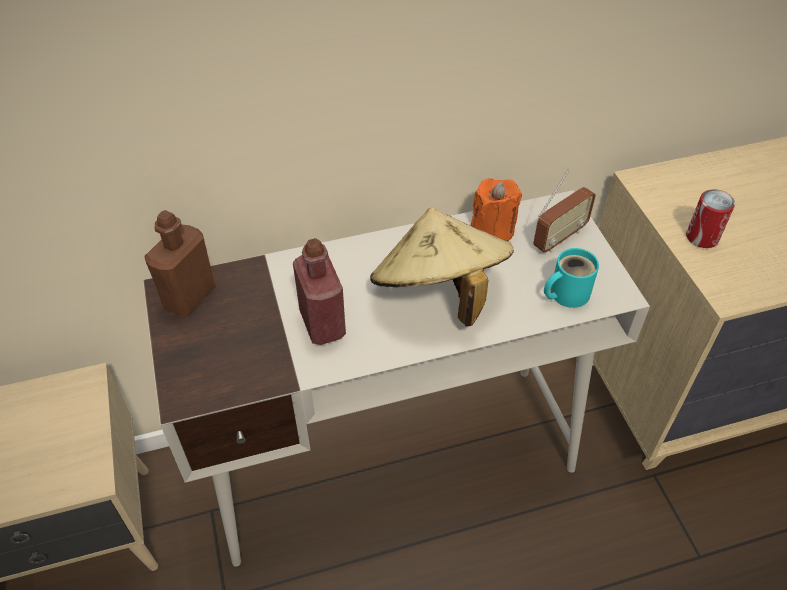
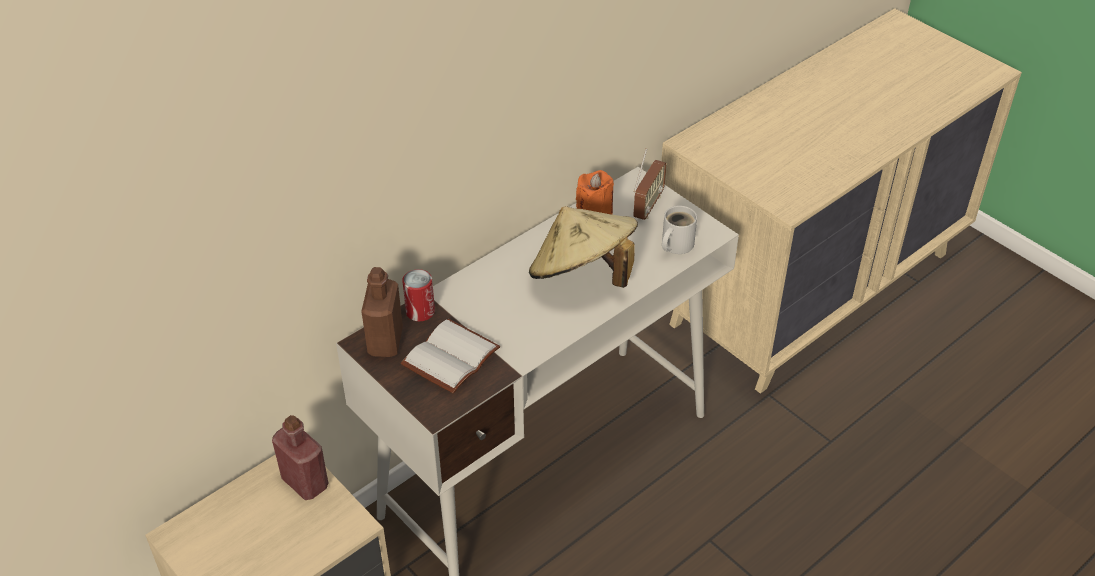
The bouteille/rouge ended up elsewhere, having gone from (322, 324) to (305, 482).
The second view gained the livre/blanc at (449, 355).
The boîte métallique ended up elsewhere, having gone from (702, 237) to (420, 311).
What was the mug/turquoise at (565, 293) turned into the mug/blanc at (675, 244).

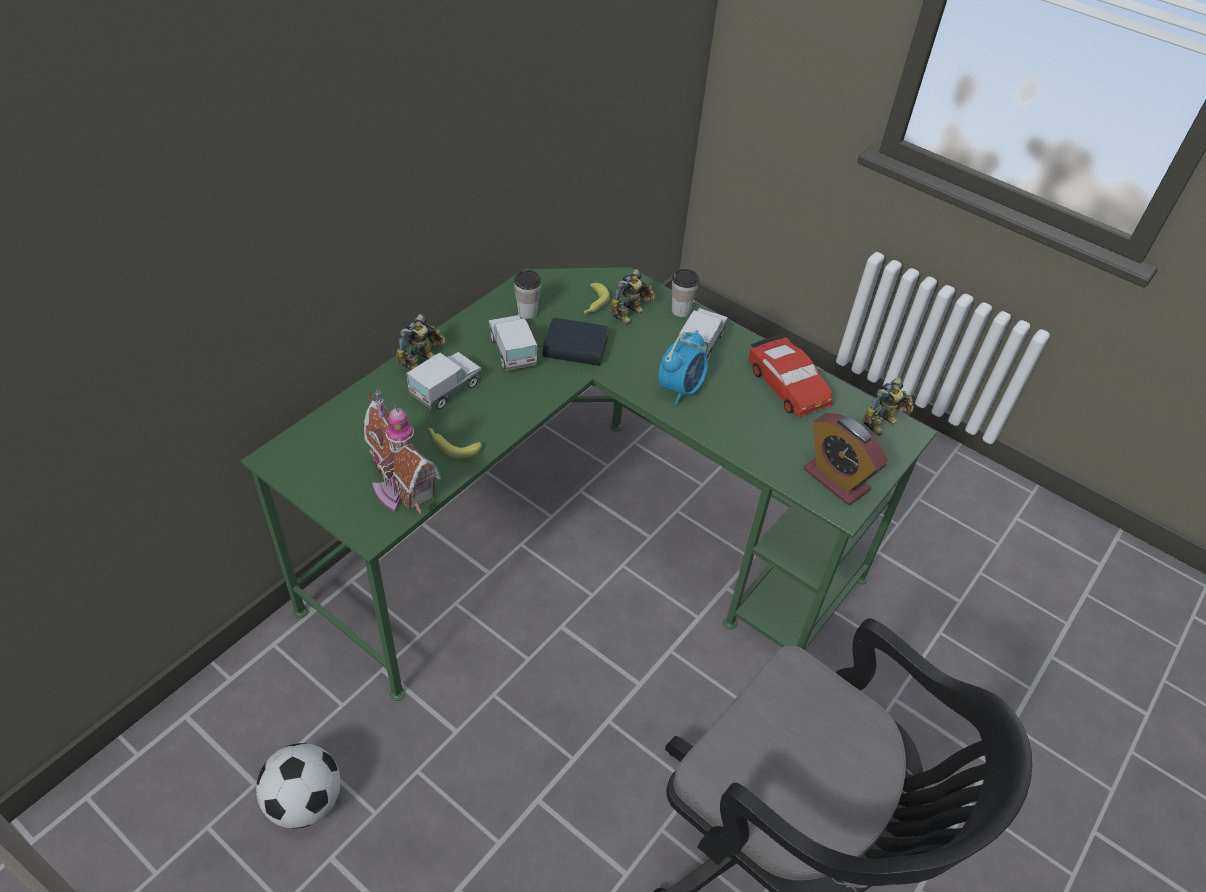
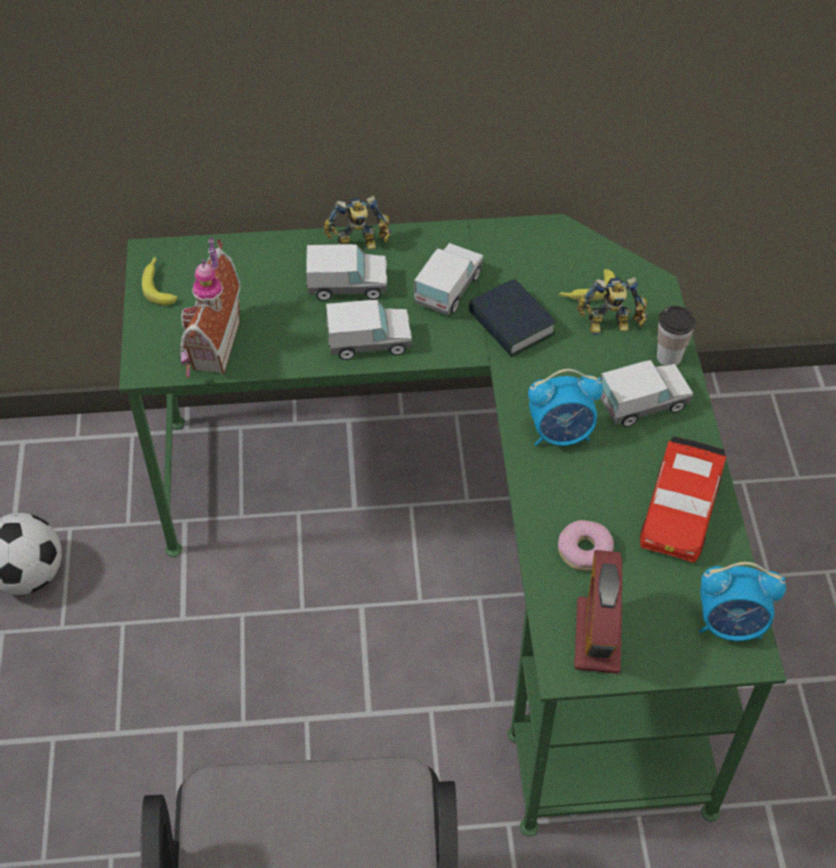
The banane ended up elsewhere, having gone from (452, 445) to (159, 284).
The second view gained the camion jouet at (369, 342).
The second view gained the beignet at (584, 550).
Where the robot jouet stood at (883, 424), the réveil came to stand at (731, 625).
The second view lost the tasse at (527, 313).

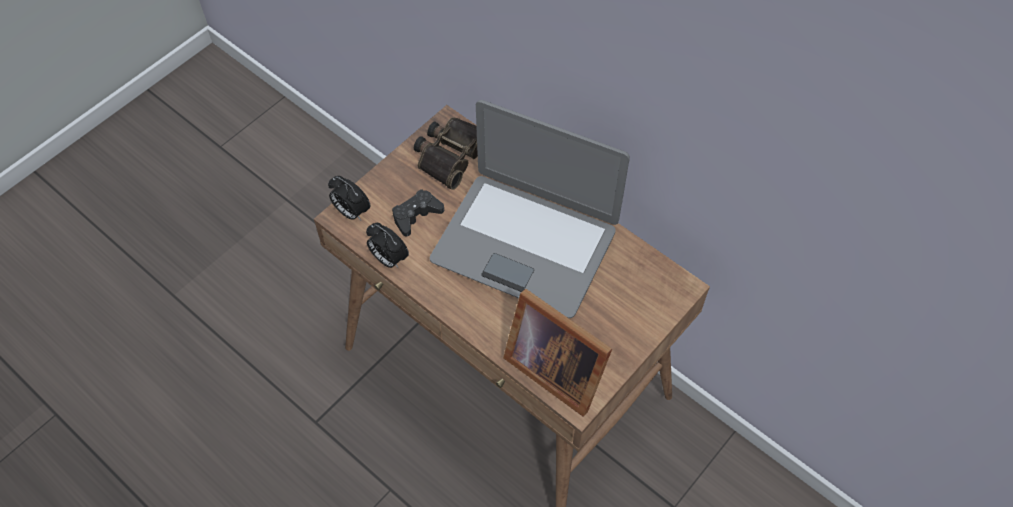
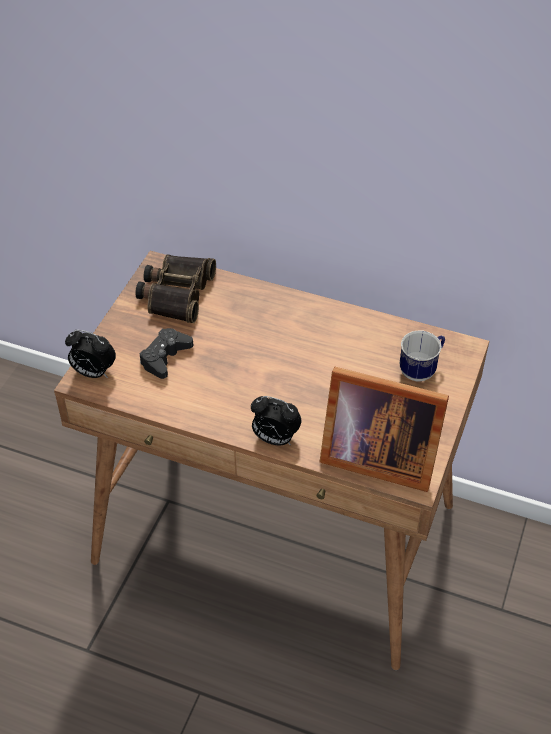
The réveil ended up elsewhere, having gone from (388, 259) to (274, 439).
The second view gained the mug at (421, 370).
The second view lost the ordinateur portable at (525, 243).

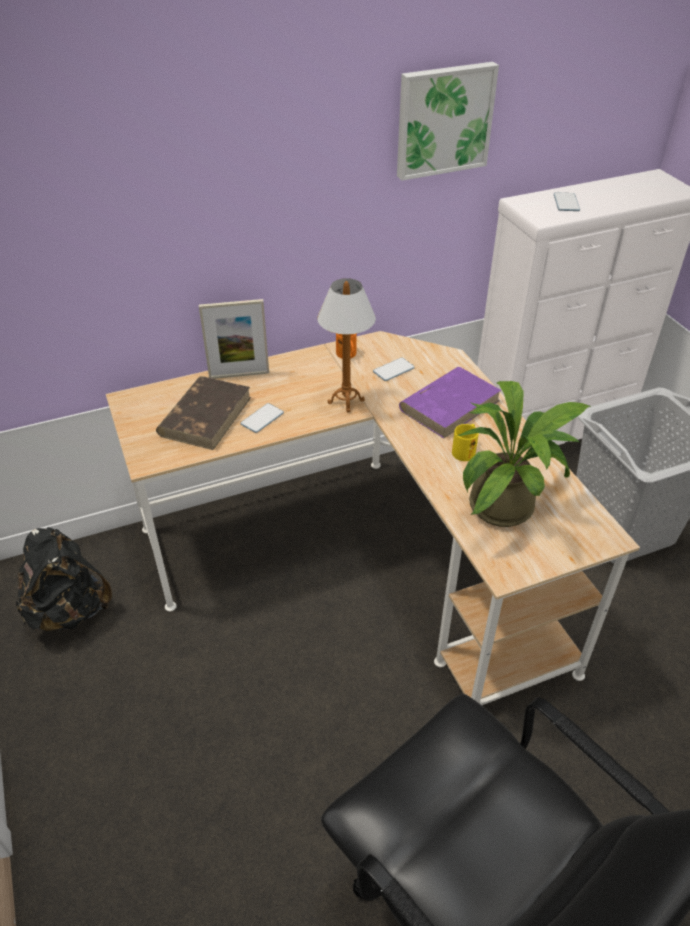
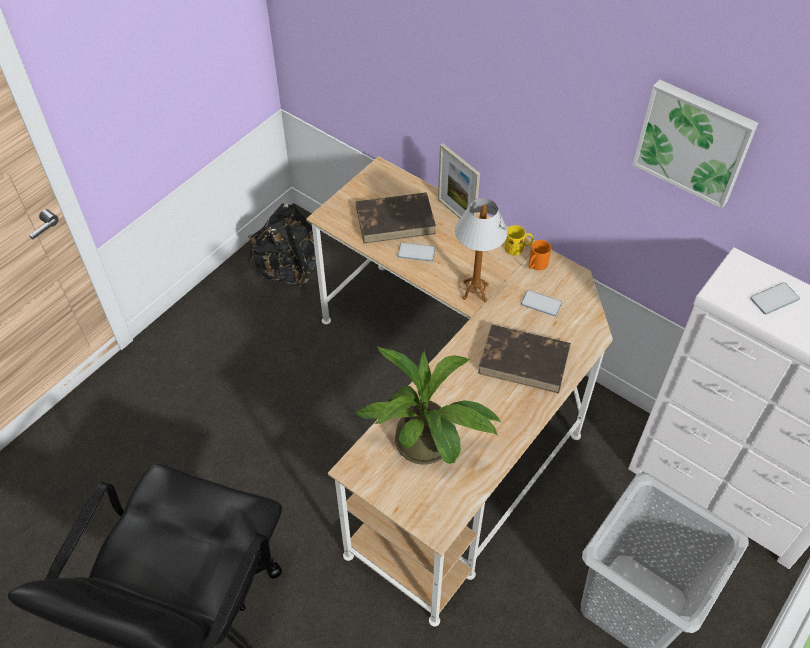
What was the livre/violet at (450, 405) turned into the livre/marron at (525, 361).
The mug/jaune ended up elsewhere, having gone from (465, 450) to (518, 248).

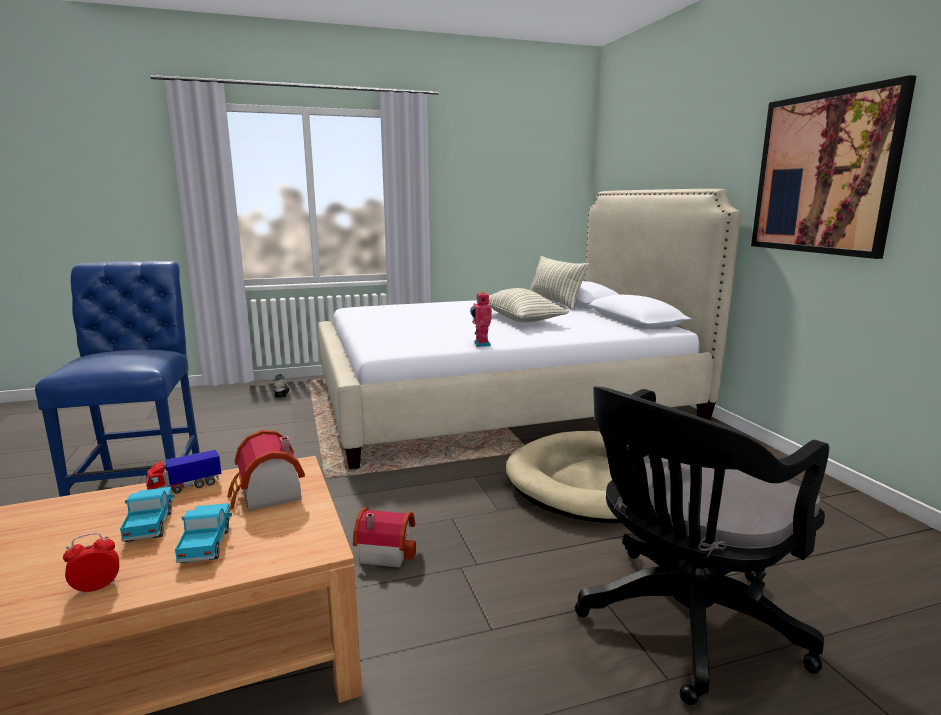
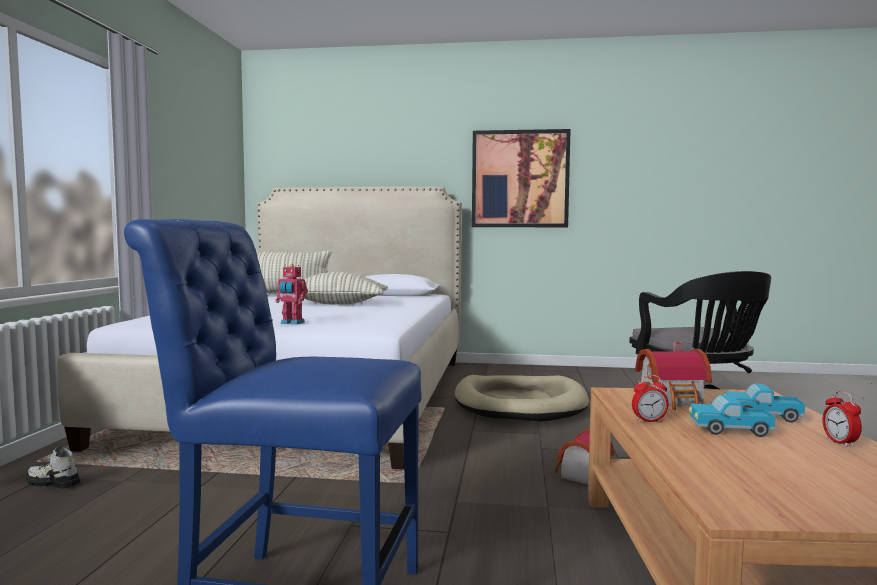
The robot jouet ended up elsewhere, having gone from (480, 344) to (291, 323).
Where the camion jouet stood at (185, 487), the réveil came to stand at (649, 421).

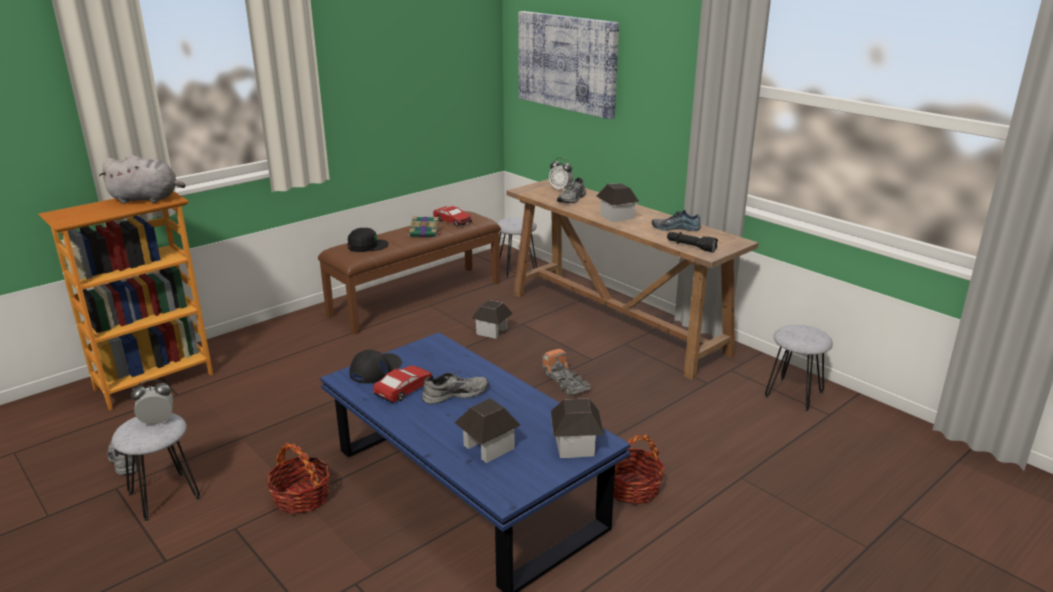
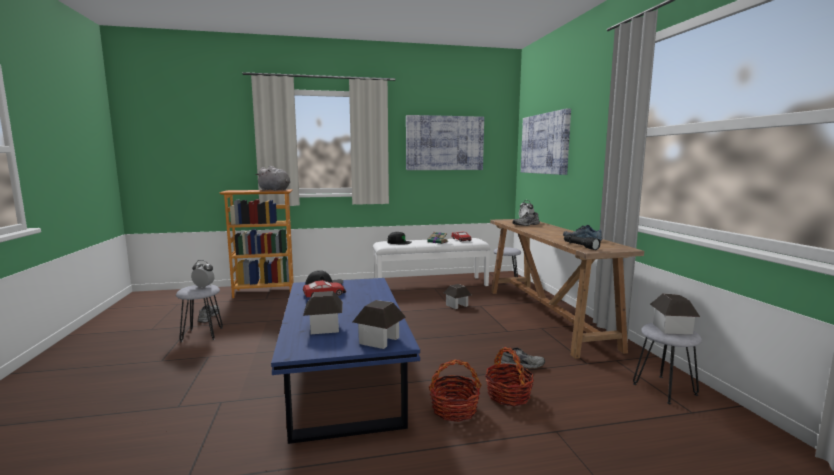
What was the banc/marron at (416, 298) turned into the banc/blanc at (430, 284).
The second view gained the tableau at (444, 143).
The panier ended up elsewhere, having gone from (301, 497) to (508, 395).
The chaussure/gris ended up elsewhere, having gone from (455, 394) to (520, 364).
The maison miniature ended up elsewhere, having gone from (616, 216) to (672, 328).
The second view lost the camion jouet at (565, 382).

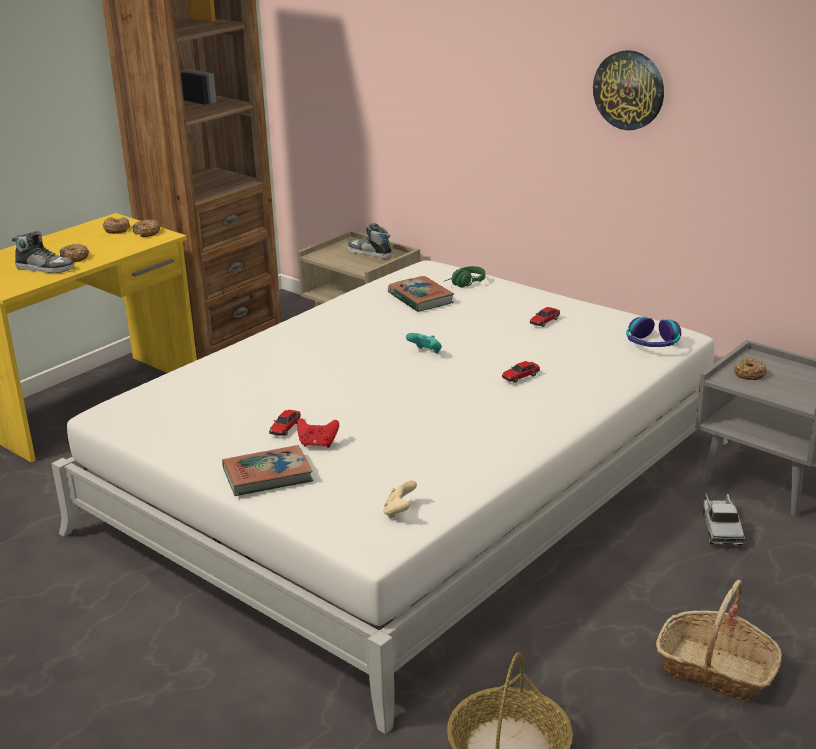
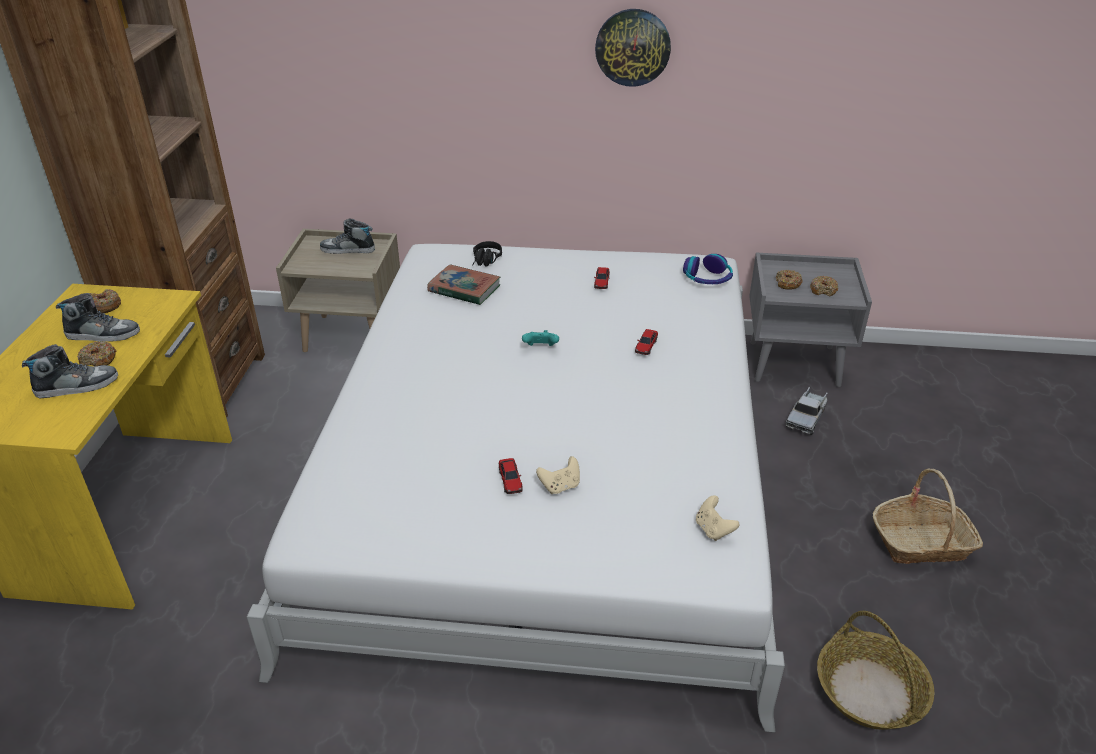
The second view gained the chaussure at (103, 334).
What was the casque audio/vert at (464, 284) turned into the casque audio/noir at (485, 262).
What was the manette/rouge at (318, 444) turned into the manette/beige at (560, 486).
The camion jouet at (721, 528) ended up facing another way, 60 degrees clockwise from before.
The beignet ended up elsewhere, having gone from (147, 233) to (823, 290).
The second view lost the livre at (267, 475).

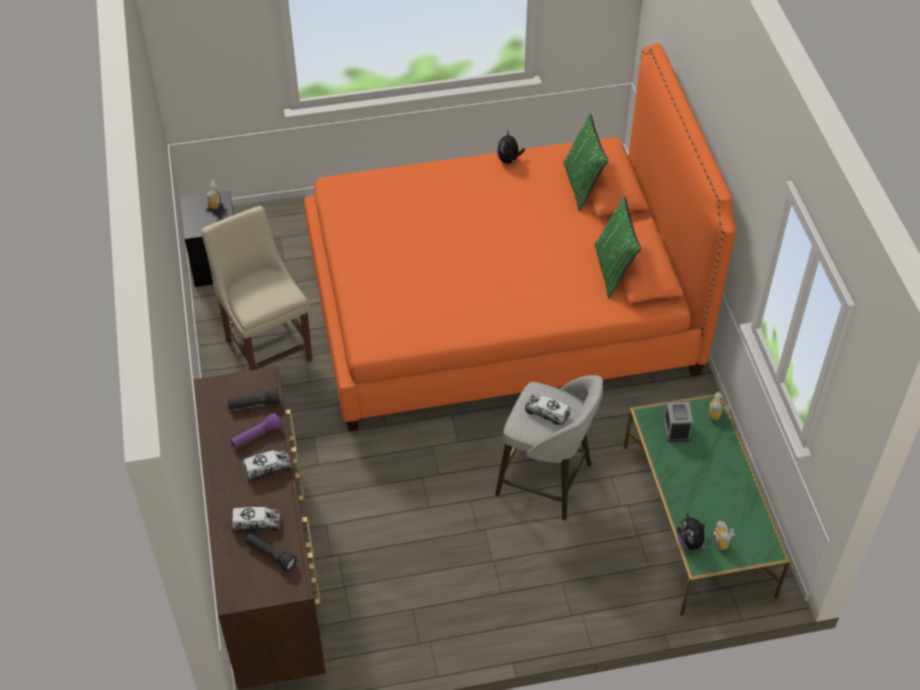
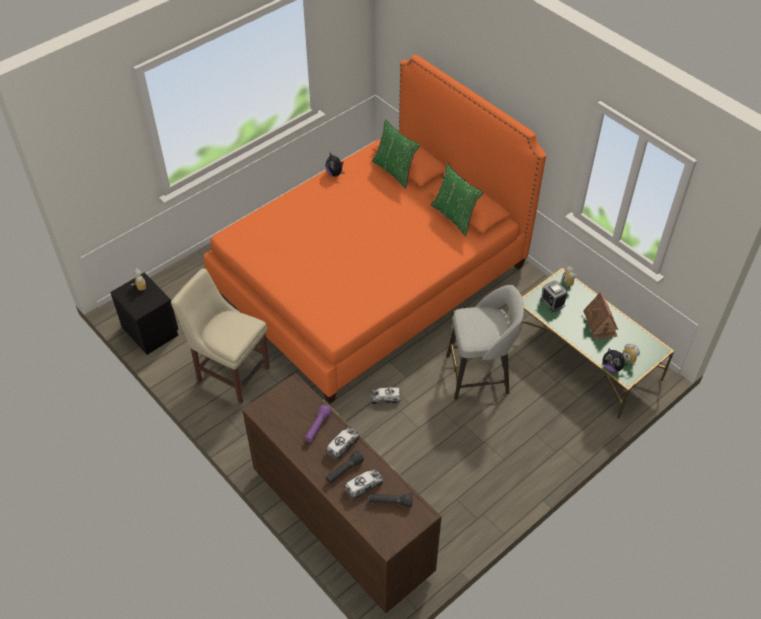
The lampe de poche/noir ended up elsewhere, having gone from (254, 405) to (344, 471).
The camion jouet ended up elsewhere, having gone from (547, 413) to (385, 398).
The second view gained the maison miniature at (600, 324).

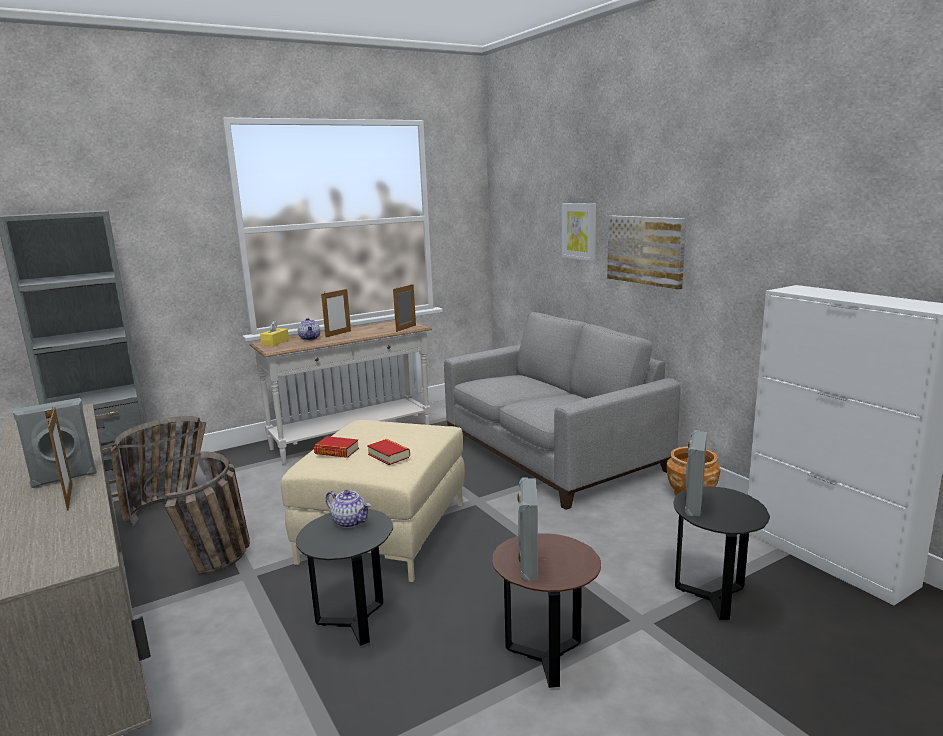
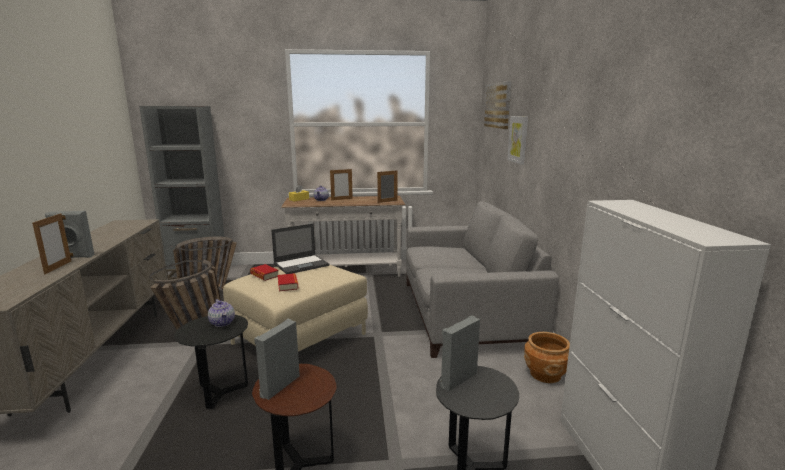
The second view gained the ordinateur portable at (302, 264).
The tableau ended up elsewhere, having gone from (646, 250) to (498, 105).

